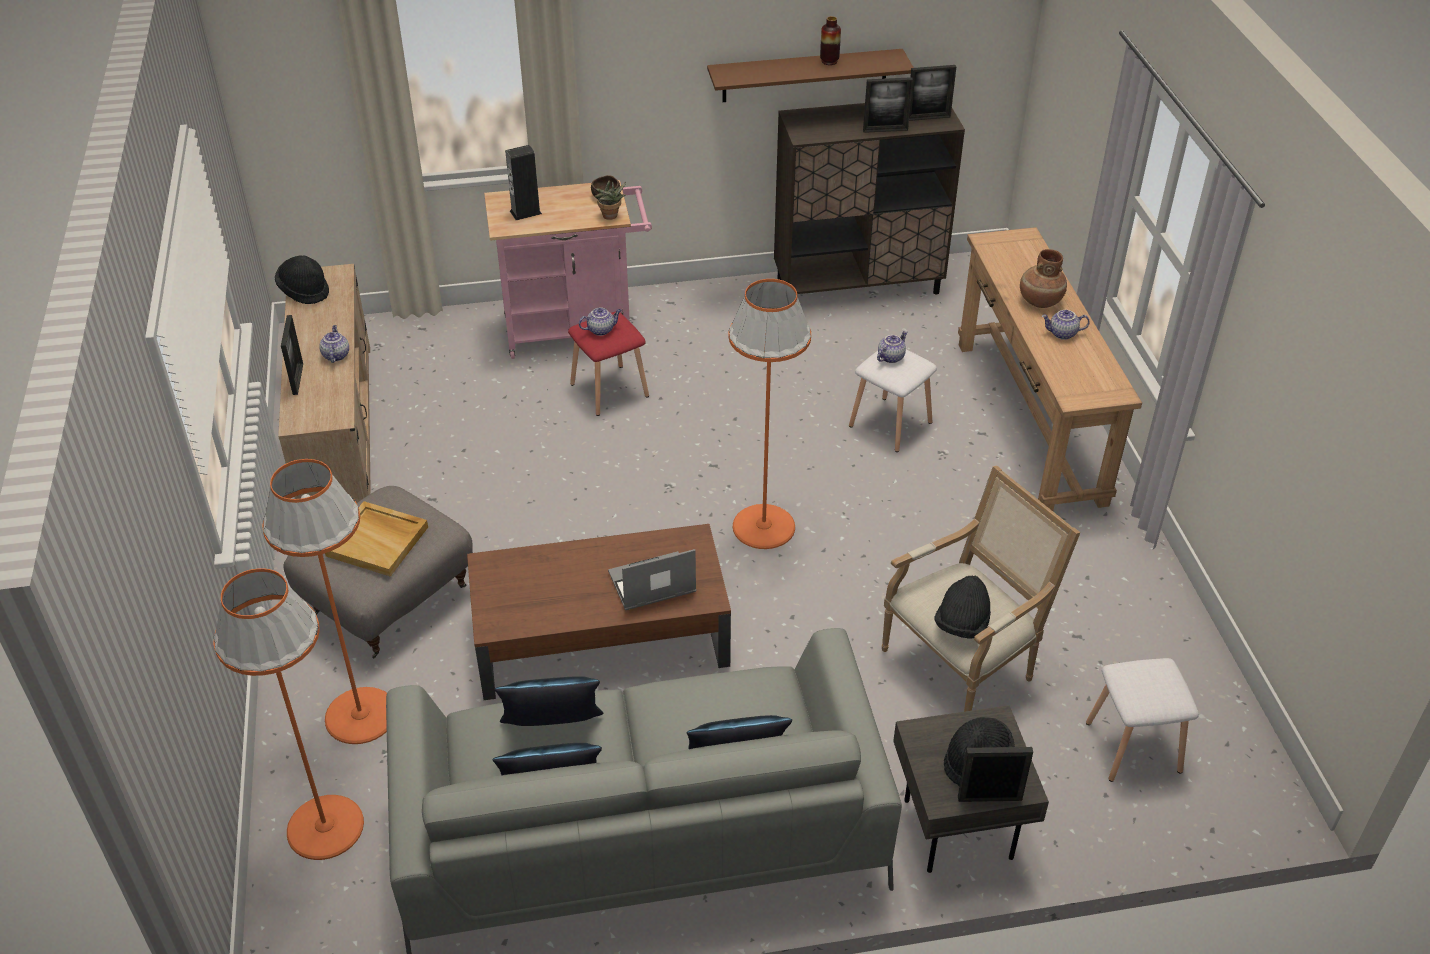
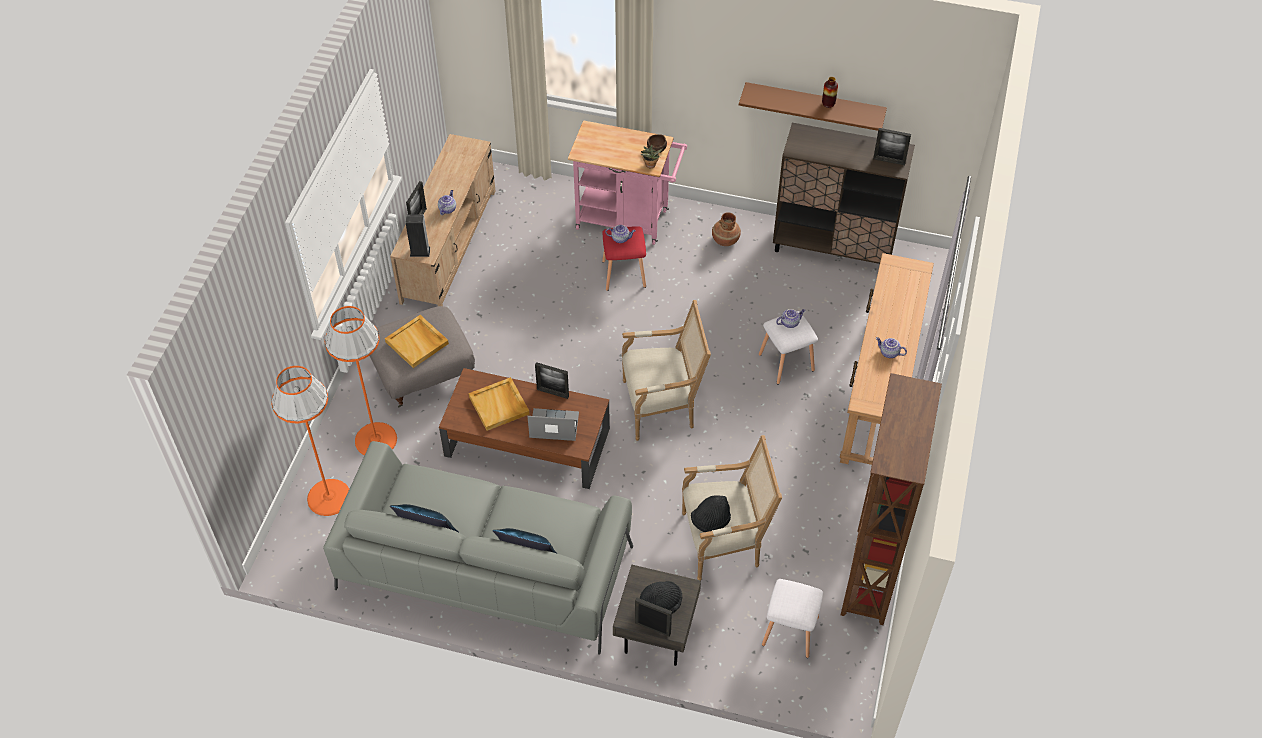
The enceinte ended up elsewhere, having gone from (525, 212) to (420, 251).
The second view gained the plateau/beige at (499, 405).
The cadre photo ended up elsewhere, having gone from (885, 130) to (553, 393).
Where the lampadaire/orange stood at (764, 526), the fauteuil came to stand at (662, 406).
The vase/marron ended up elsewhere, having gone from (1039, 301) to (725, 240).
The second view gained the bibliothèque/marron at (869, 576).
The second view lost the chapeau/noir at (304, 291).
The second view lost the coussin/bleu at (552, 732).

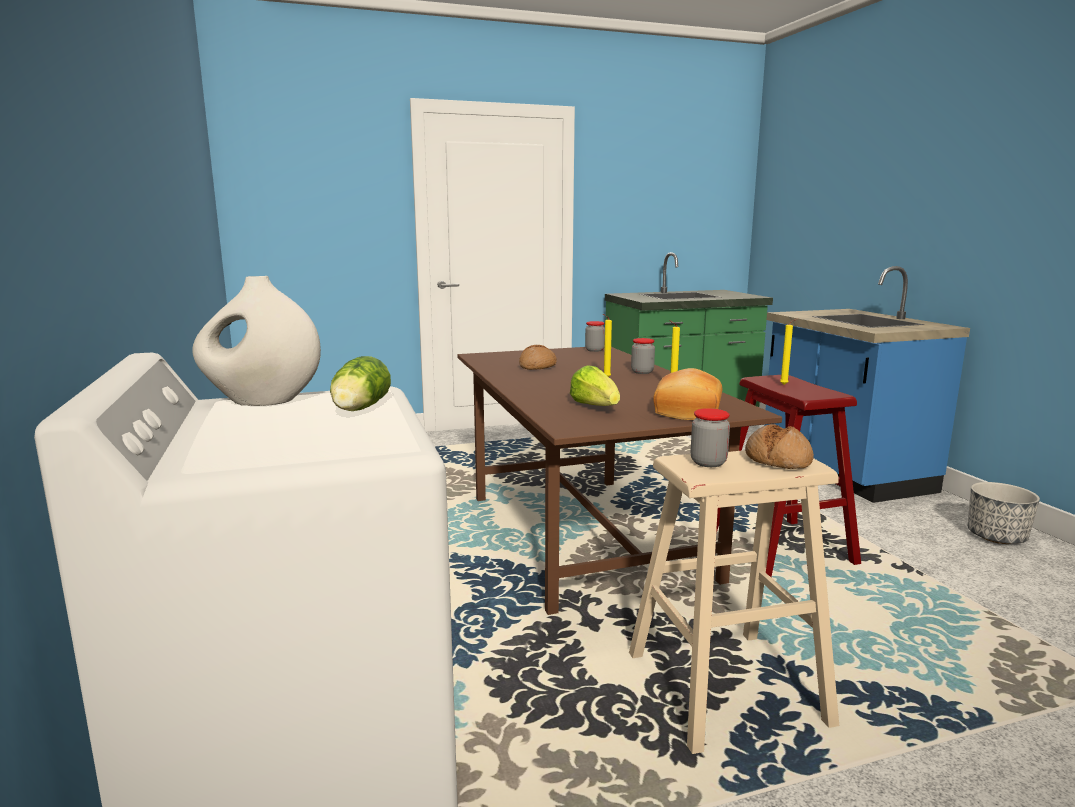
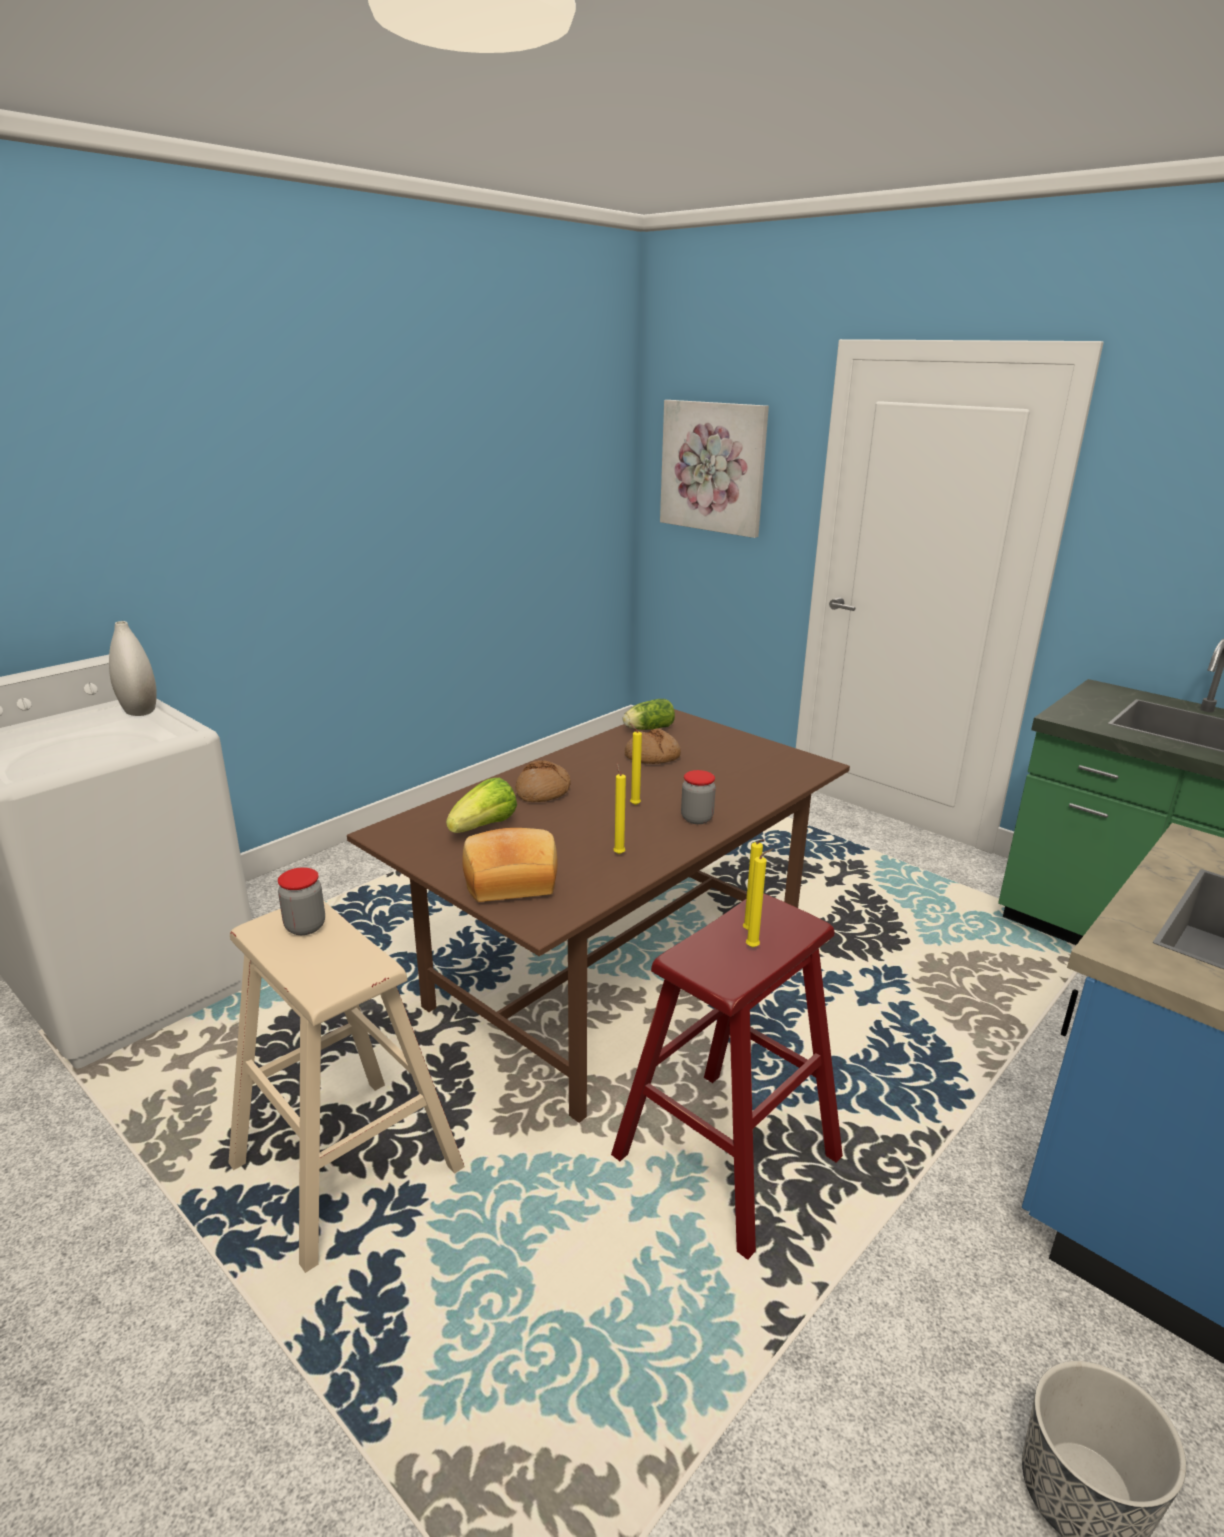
The pain ended up elsewhere, having gone from (778, 459) to (543, 791).
The laitue ended up elsewhere, having gone from (359, 409) to (647, 729).
The second view gained the tableau at (713, 467).
The second view gained the bougie/jaune at (754, 947).
The second view lost the bocal at (594, 350).

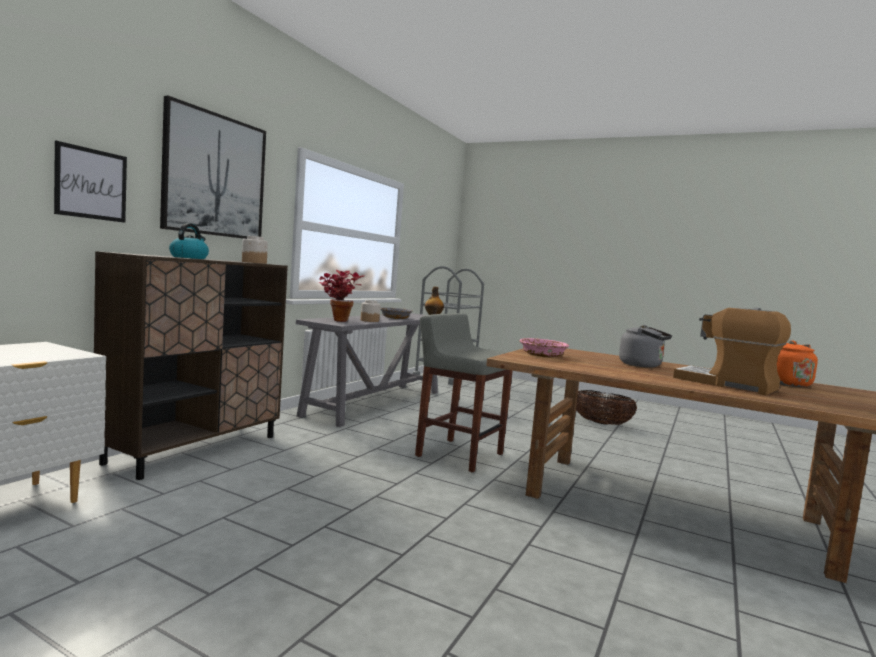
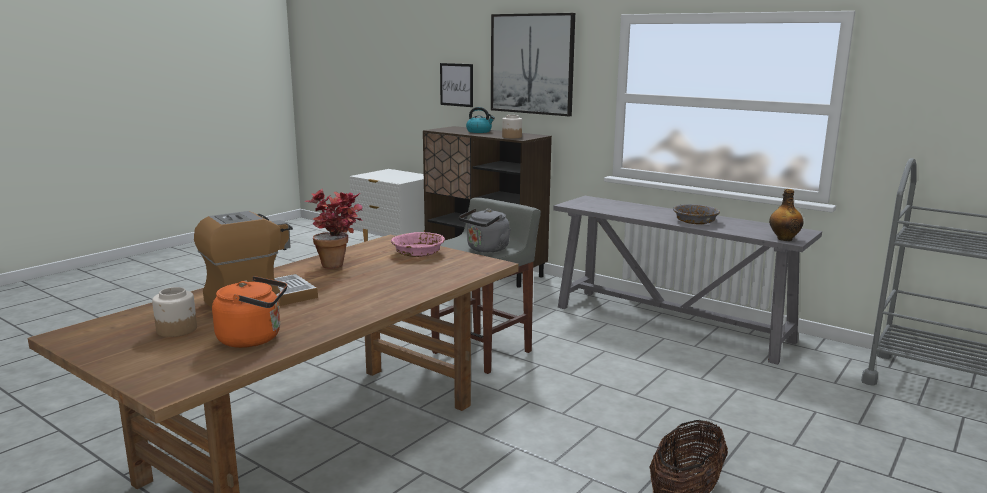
The bocal ended up elsewhere, having gone from (369, 321) to (177, 329).
The plante en pot ended up elsewhere, having gone from (336, 320) to (339, 264).
The bouilloire/gris ended up elsewhere, having gone from (643, 365) to (486, 249).

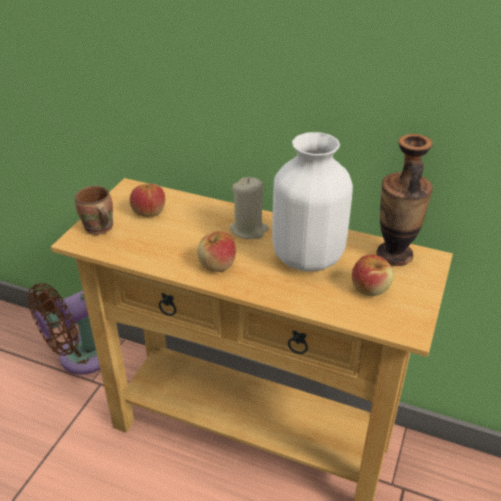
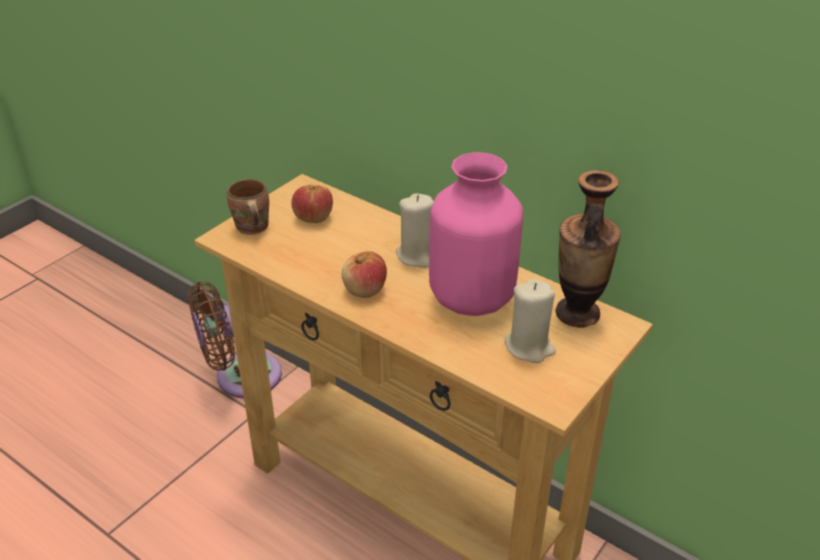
What was the vase/blanc at (308, 257) turned into the vase/rose at (473, 299).
Where the pomme stood at (370, 288), the bougie/beige came to stand at (529, 347).

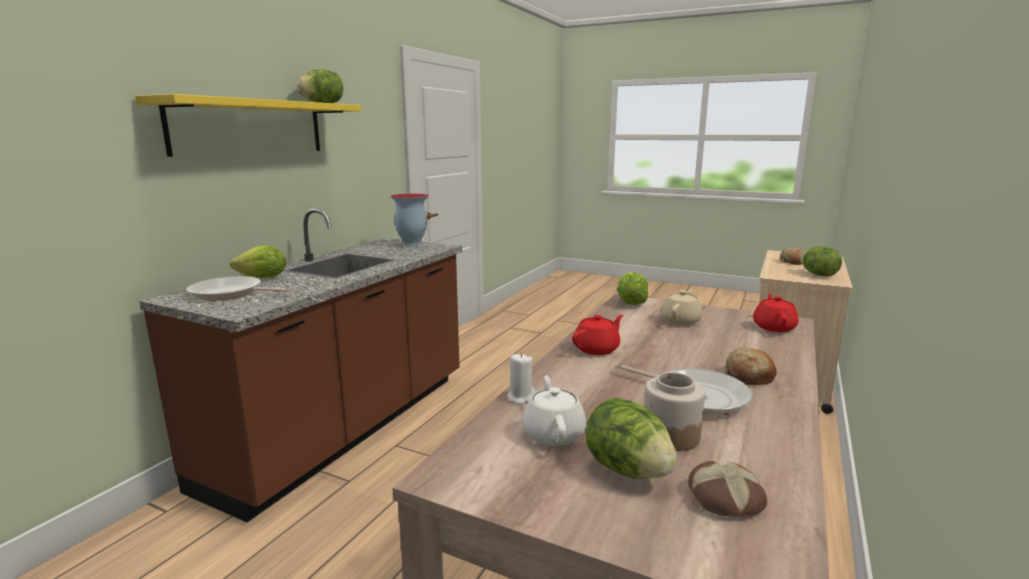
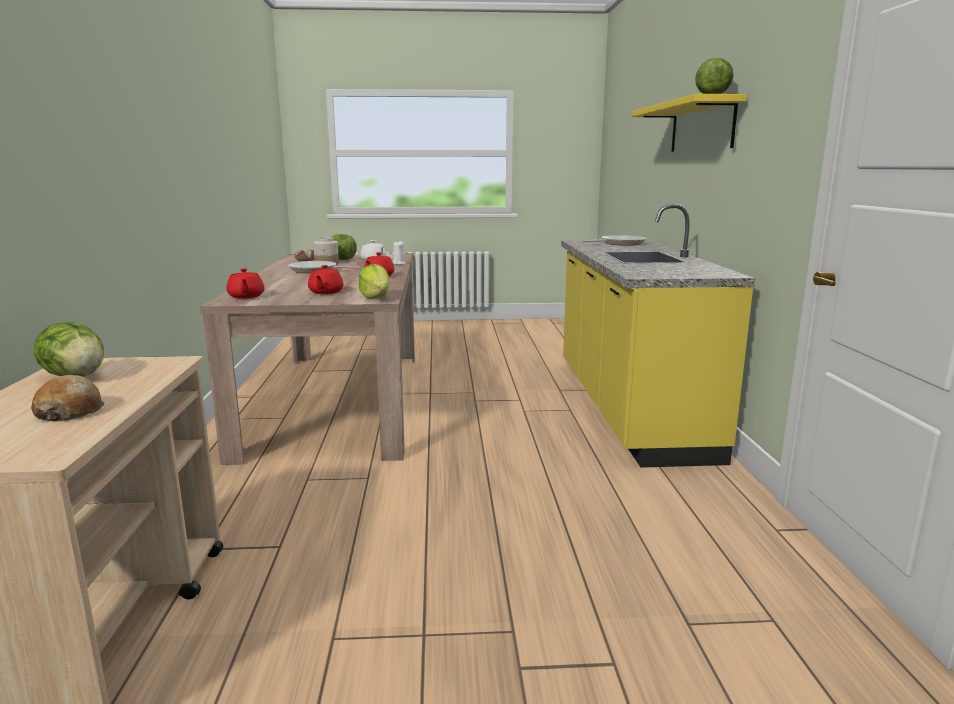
What was the théière/beige at (681, 320) turned into the théière/rouge at (325, 292).
What was the comptoir de cuisine/marron at (347, 429) turned into the comptoir de cuisine/jaune at (628, 409).
The second view lost the laitue at (263, 278).
The second view lost the vase at (411, 245).
The second view lost the pain at (748, 376).

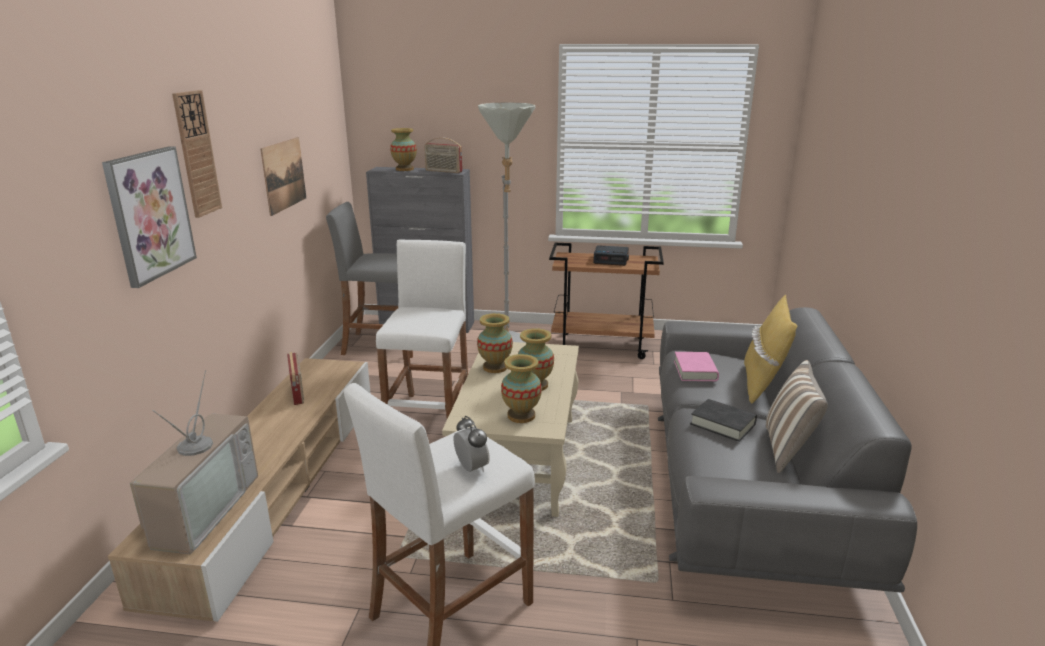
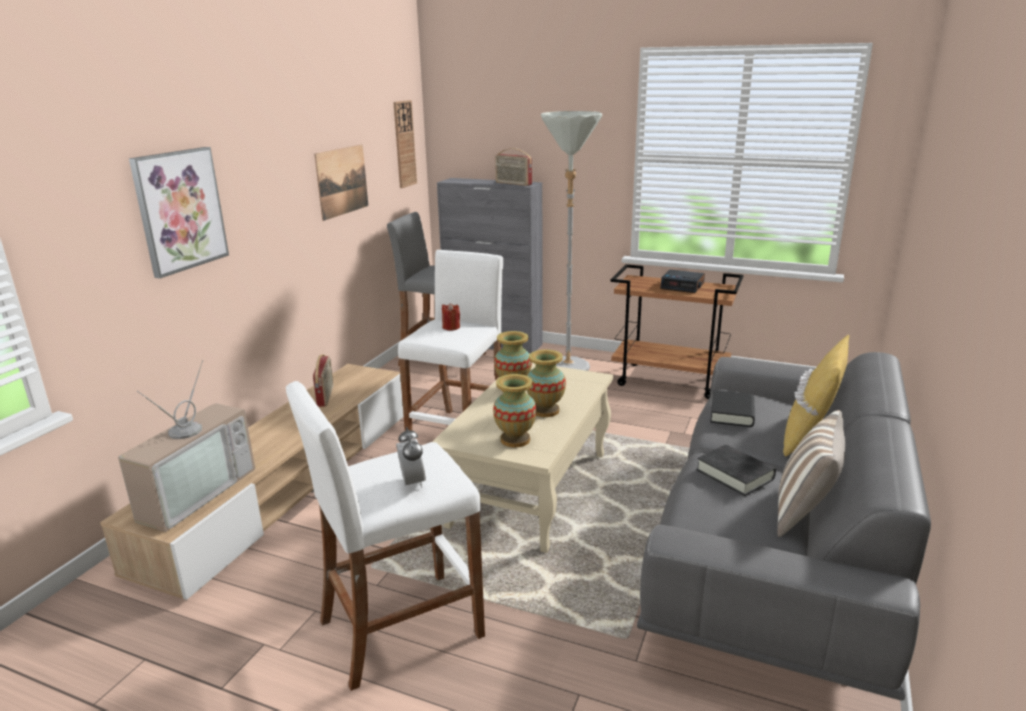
The horloge murale ended up elsewhere, having gone from (197, 154) to (404, 144).
The second view gained the bougie/rouge at (451, 327).
What was the livre/rose at (695, 371) turned into the livre/noir at (732, 413).
The second view lost the vase at (404, 169).

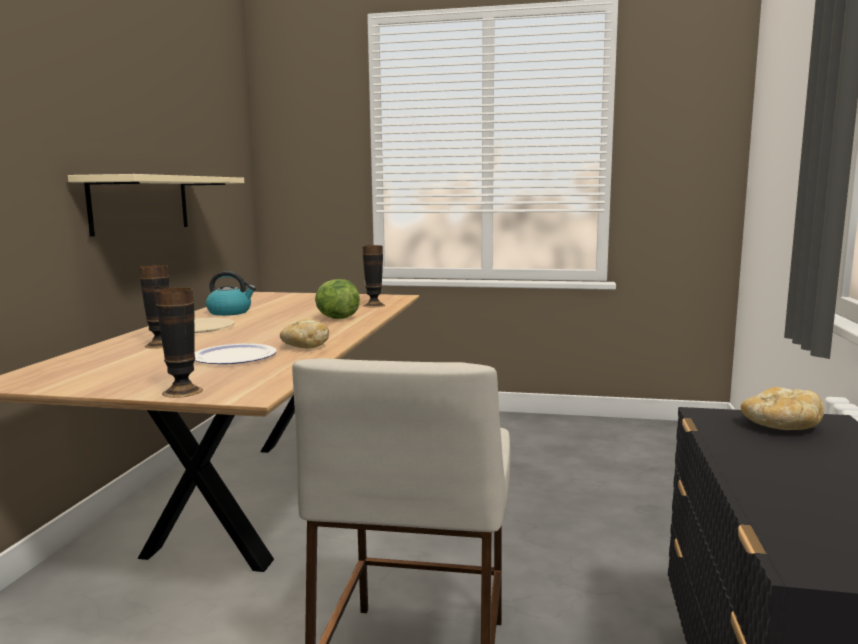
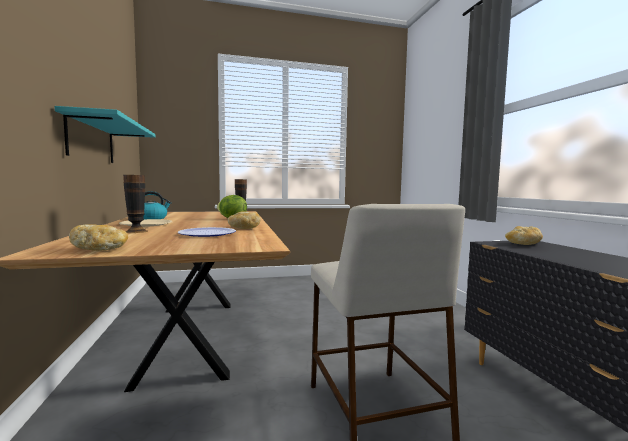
What was the étagère/beige at (141, 204) turned into the étagère/turquoise at (91, 140).
The second view gained the pain at (101, 249).
The second view lost the vase at (182, 391).

